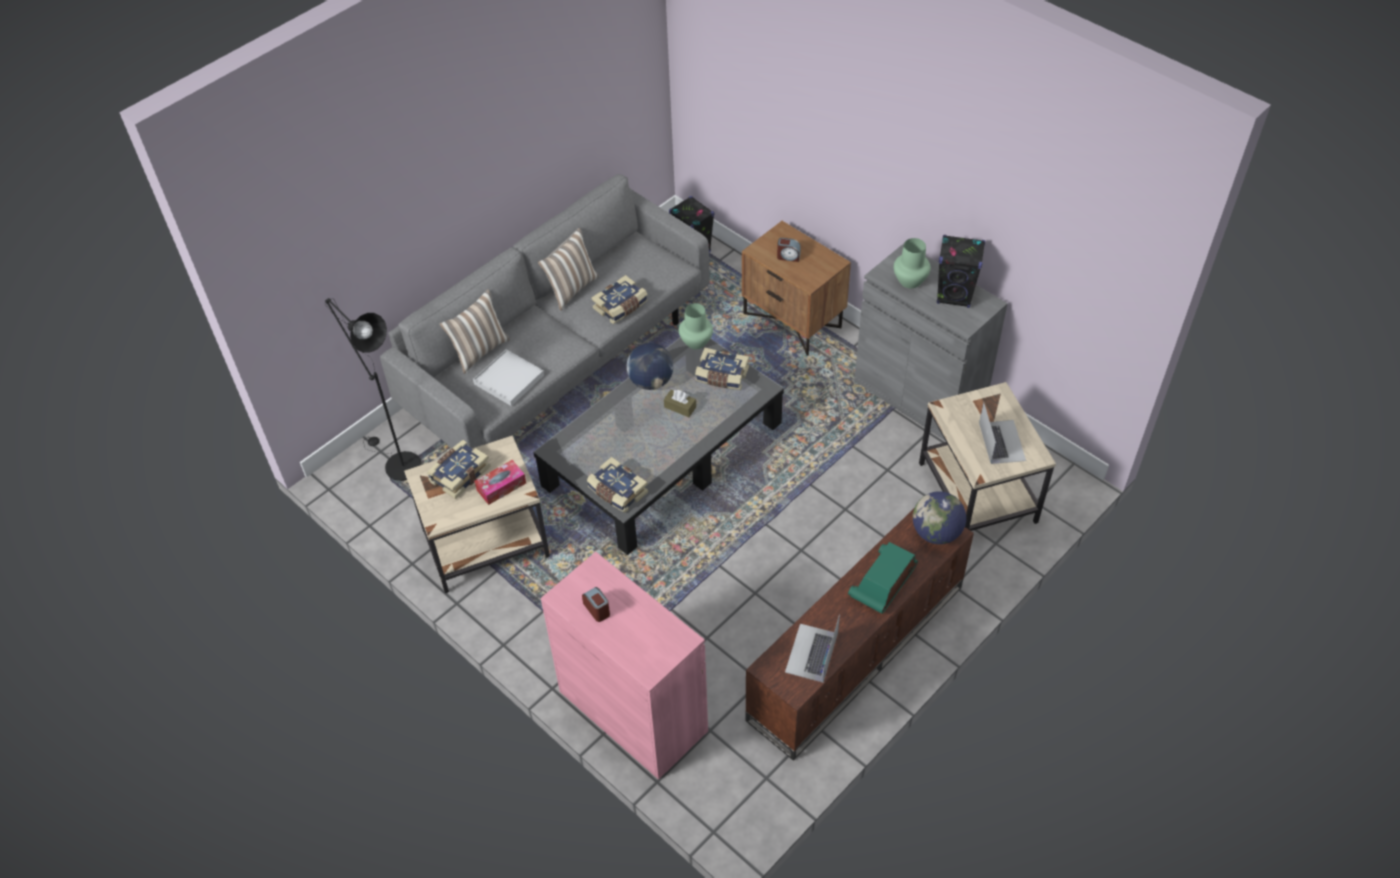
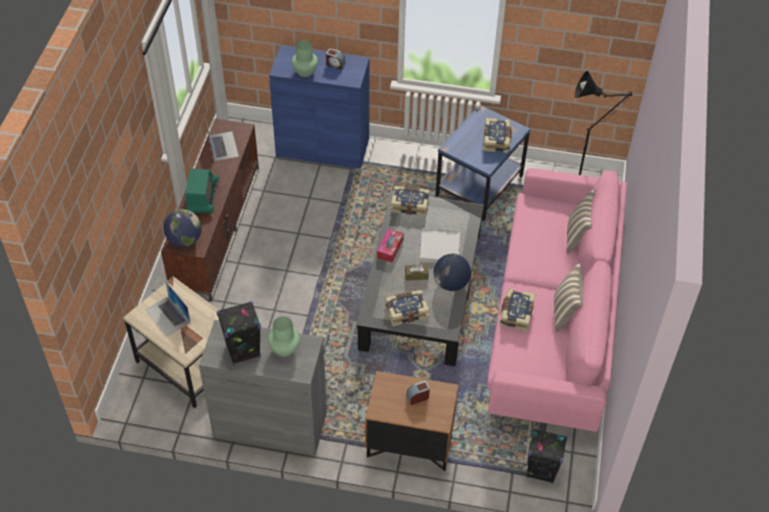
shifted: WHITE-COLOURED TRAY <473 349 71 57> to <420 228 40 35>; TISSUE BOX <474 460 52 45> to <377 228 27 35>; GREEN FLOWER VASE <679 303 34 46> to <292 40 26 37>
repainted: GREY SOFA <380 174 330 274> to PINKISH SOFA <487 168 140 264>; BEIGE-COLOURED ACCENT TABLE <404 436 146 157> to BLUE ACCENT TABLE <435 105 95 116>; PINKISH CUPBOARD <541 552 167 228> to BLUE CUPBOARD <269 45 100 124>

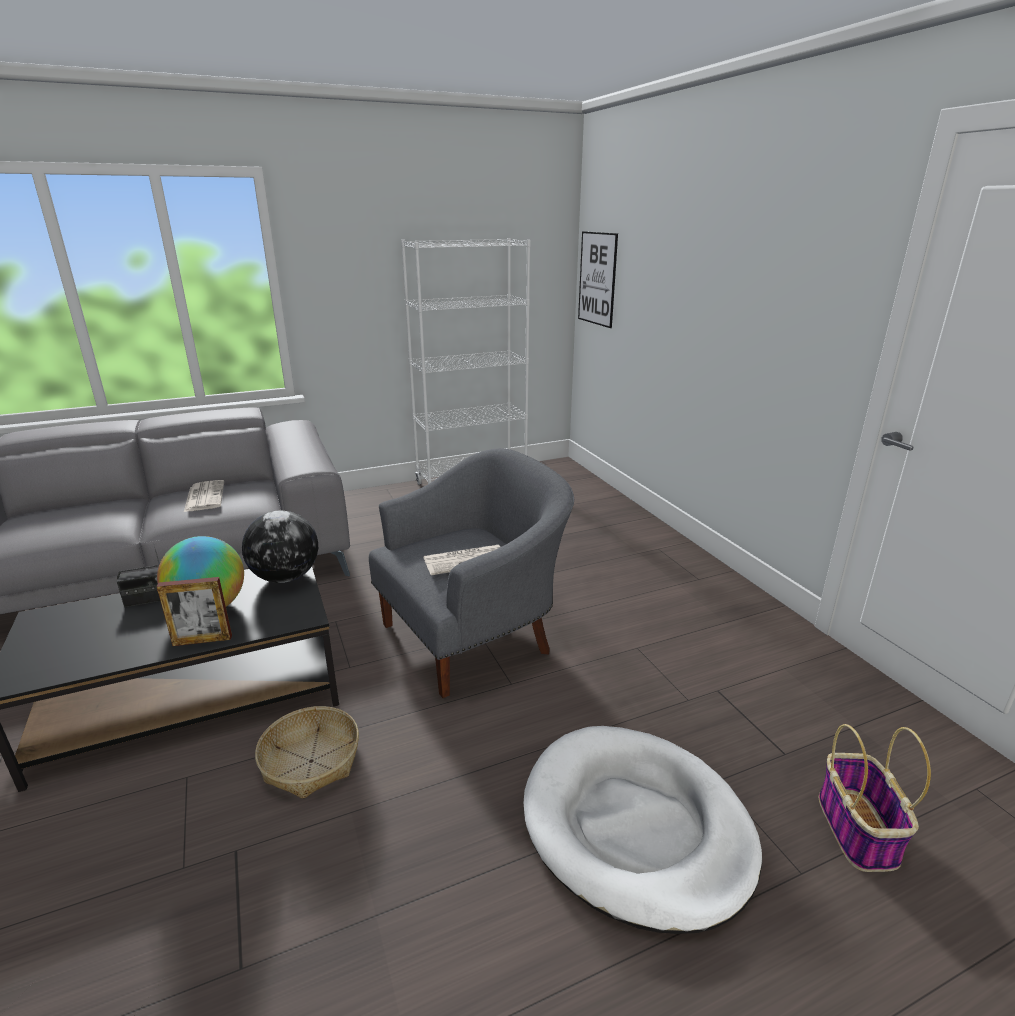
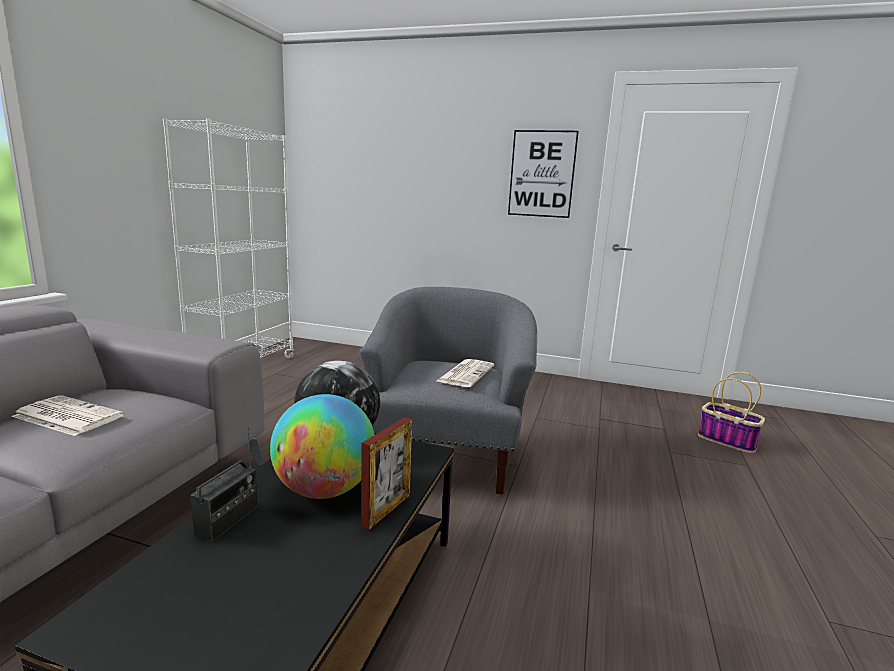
gone: BASKET <255 706 104 93>; WHITE-COLOURED DOG BED <524 726 238 208>
shifted: WALL PICTURE <578 231 40 97> to <508 130 71 88>

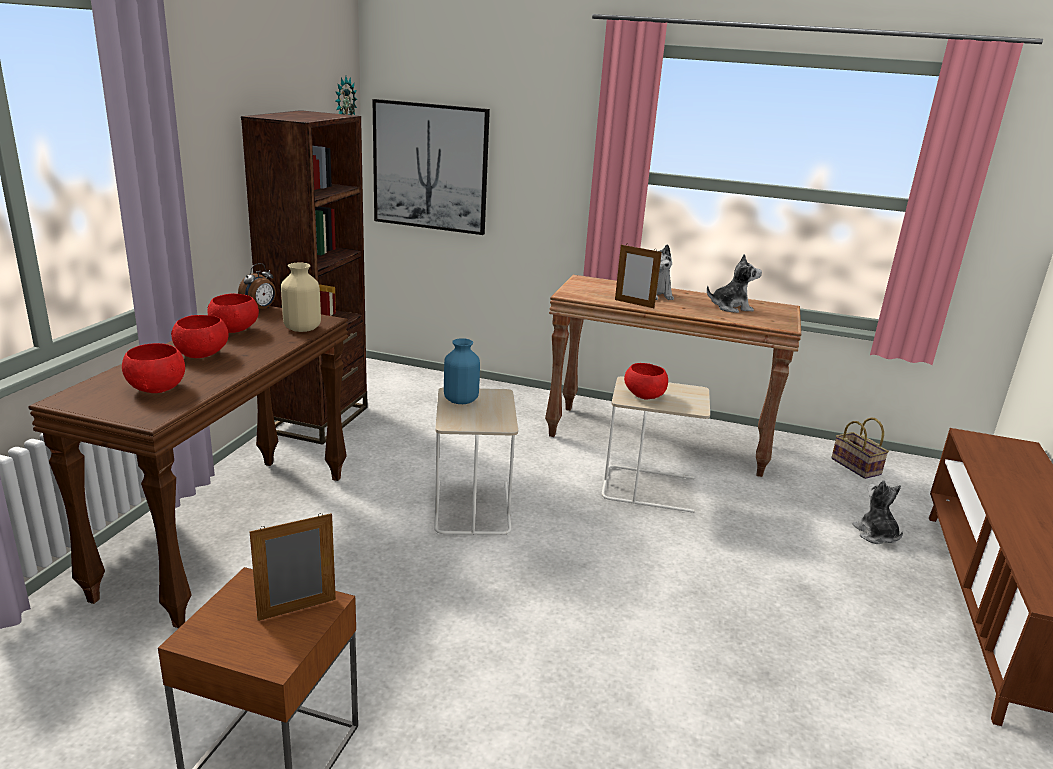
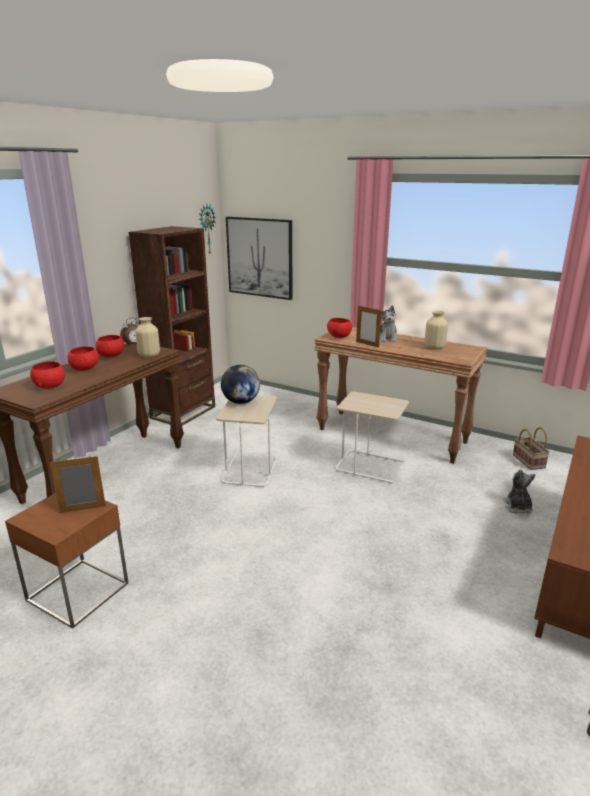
shifted: RED BOWL <624 363 44 36> to <327 318 25 20>
swapped: BLUE FLOWER VASE <444 338 36 66> to DESK GLOBE <221 365 39 39>; SOFT TOY <707 254 55 59> to BEIGE-COLOURED FLOWER VASE <424 311 24 39>

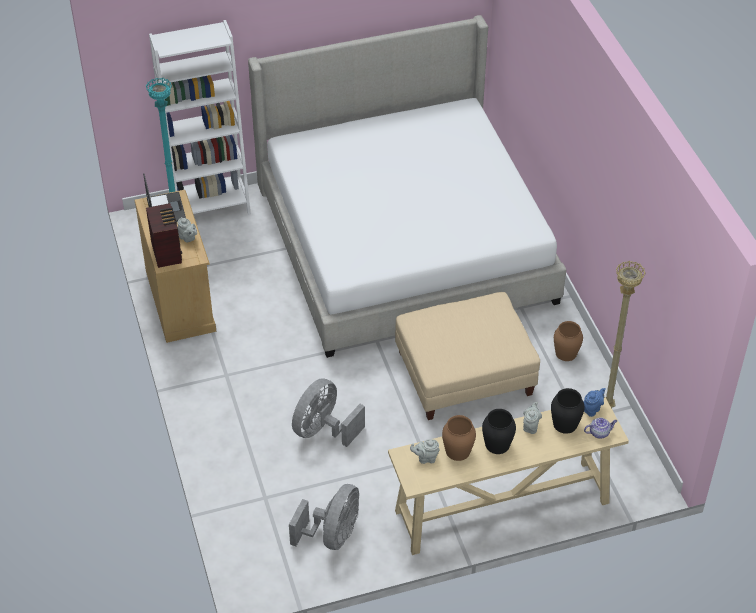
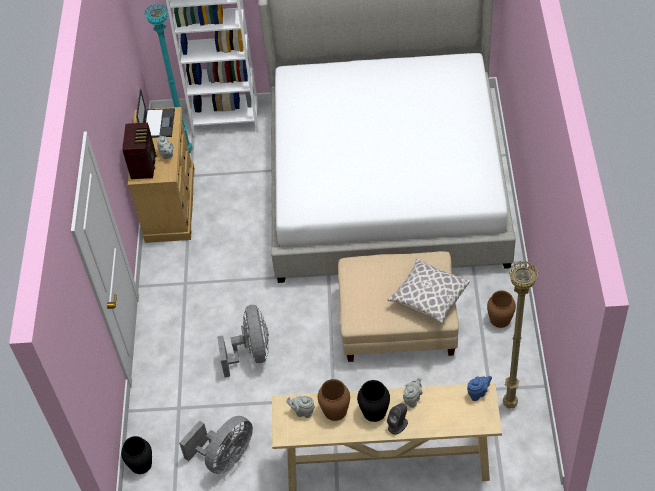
gone: TEAPOT <584 417 33 22>
new: GREY LOUDSPEAKER <387 403 21 32>; PILLOW <388 258 82 66>
shifted: BLACKISH FLOWER VASE <551 388 34 46> to <121 436 31 38>
rotated: GREY FAN <292 378 73 69> = <217 305 52 72> 120 degrees clockwise

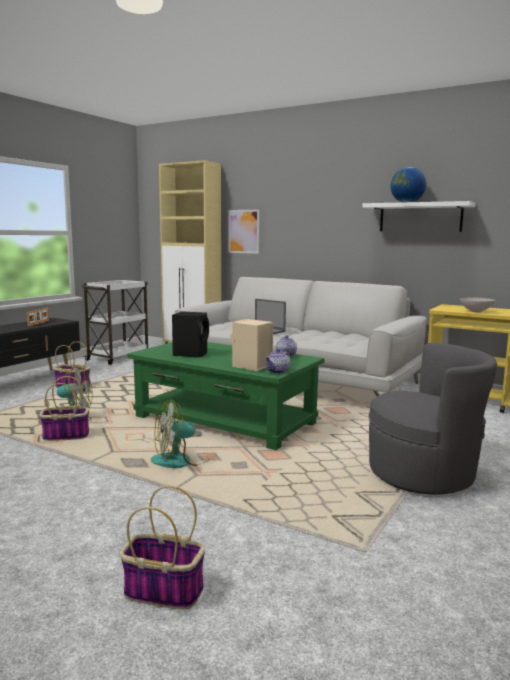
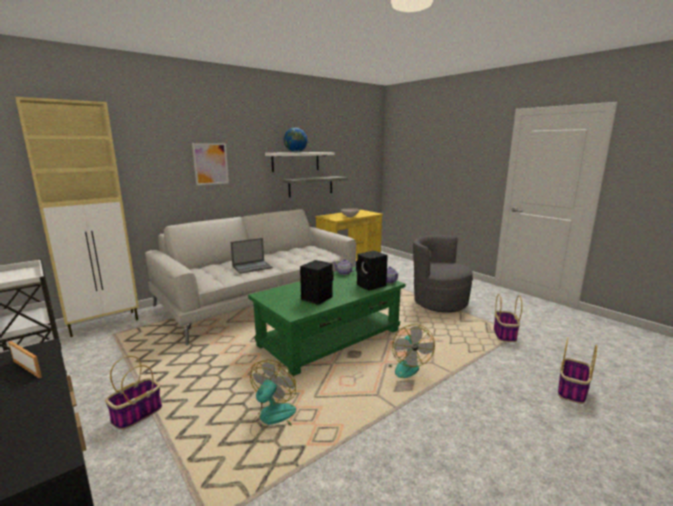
new: GREY WALL SHELF <283 176 65 21>
shifted: BASKET <40 376 49 65> to <494 294 28 48>; WALL PICTURE <229 210 31 44> to <192 143 37 42>
repainted: BEIGE-COLOURED LOUDSPEAKER <231 319 42 52> to BLACKISH LOUDSPEAKER <356 251 32 40>
rotated: GREY ARMCHAIR <369 343 128 152> = <413 235 60 77> 75 degrees counterclockwise

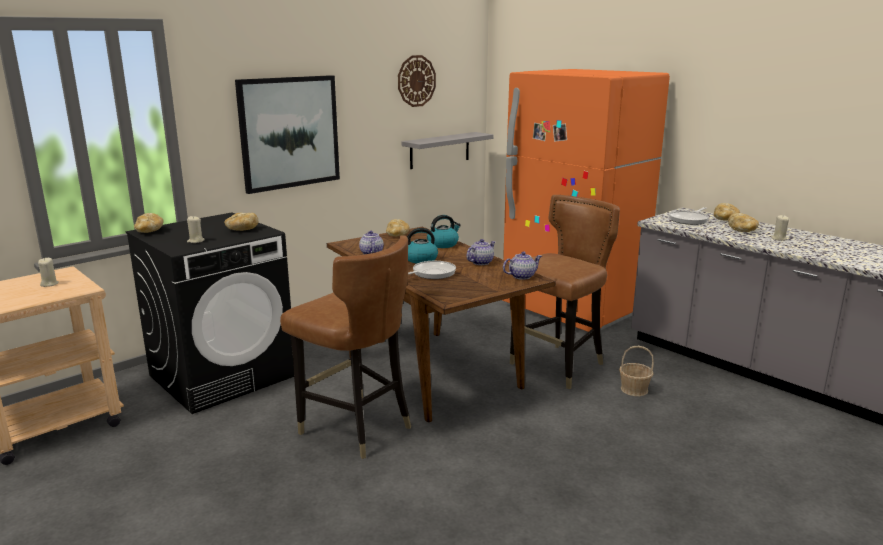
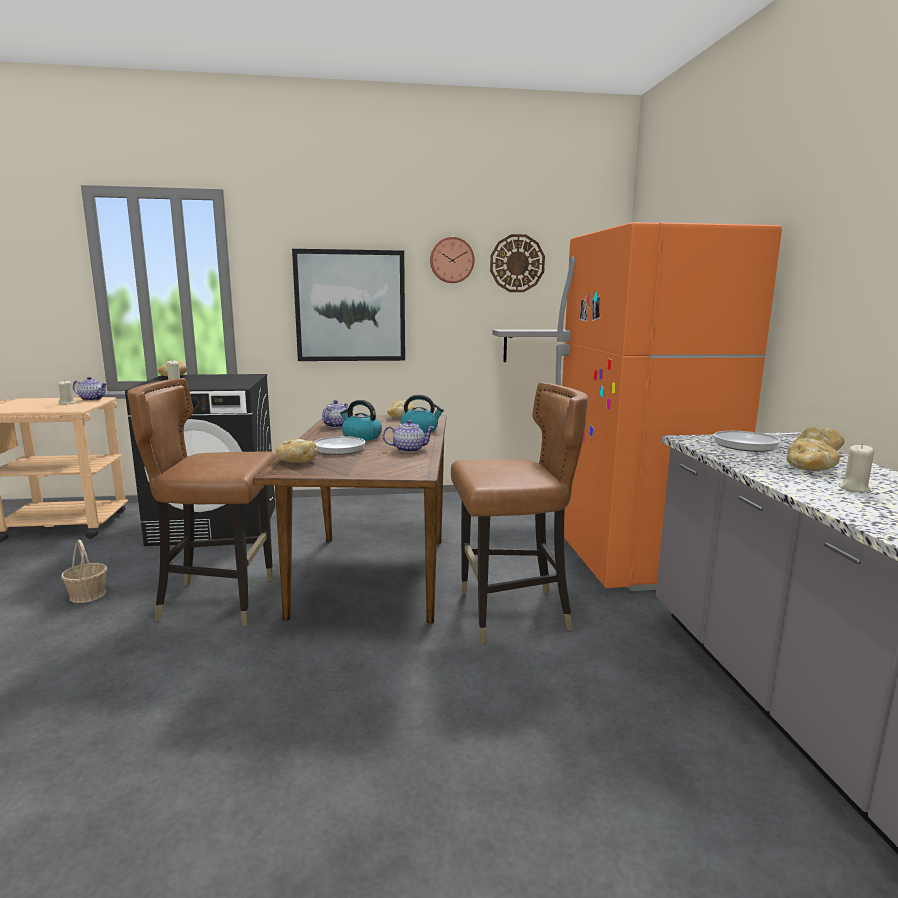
new: HANGING CLOCK <430 237 45 46>
shifted: BAKERY BREAD <224 213 34 18> to <275 439 43 24>; TEAPOT <503 252 39 28> to <73 377 35 24>; BASKET <619 346 35 50> to <61 540 46 63>
rotated: BROWN PLAIN CHAIR <280 235 131 224> = <127 378 150 248> 105 degrees clockwise

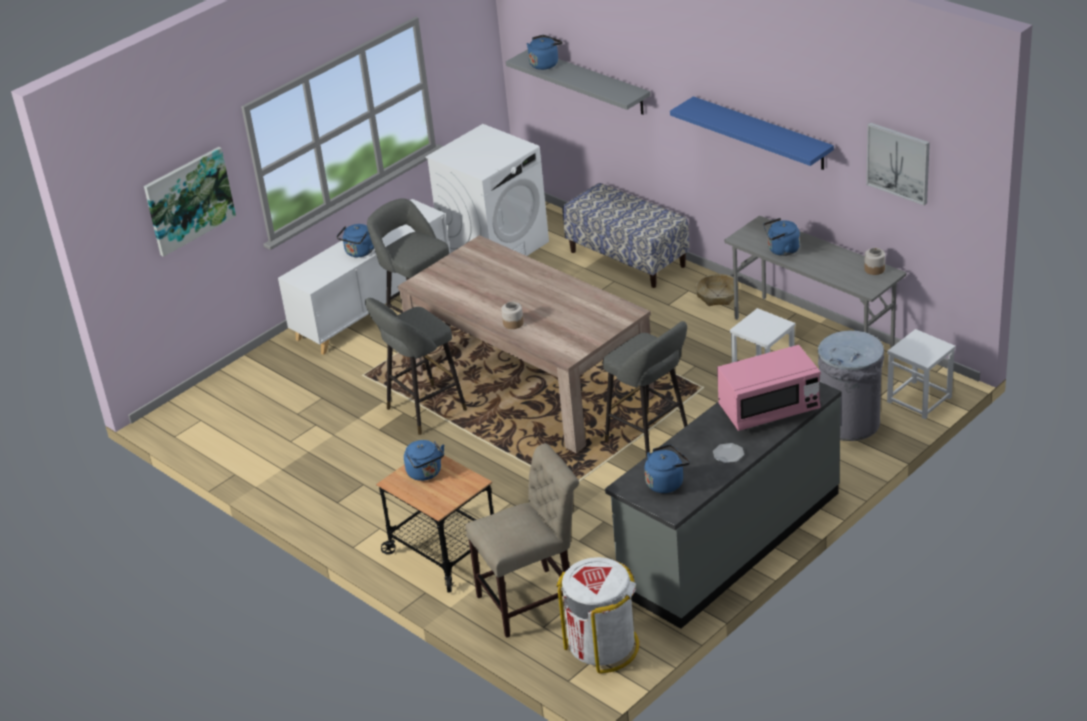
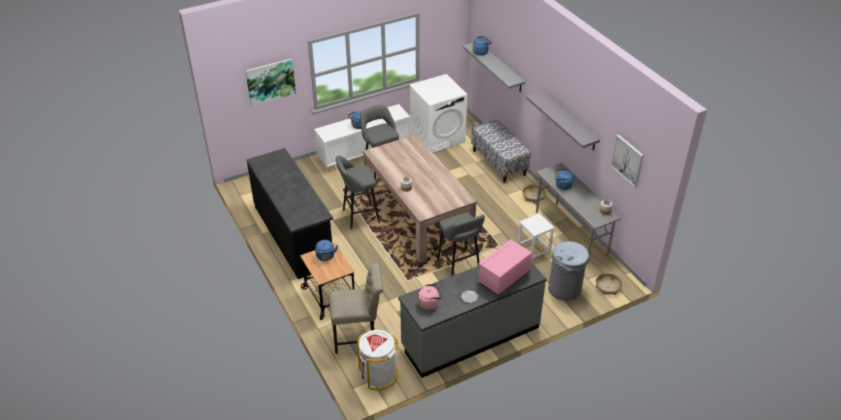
new: BLACKISH KITCHEN COUNTER <247 148 86 131>
swapped: WHITE-COLOURED STOOL SEAT <887 329 69 90> to BASKET <596 273 26 22>
repainted: BLUE KETTLE <645 444 45 49> to PINKISH KETTLE <418 284 24 26>; BLUE WALL SHELF <670 96 164 74> to GREY WALL SHELF <526 91 74 60>
rotated: PINKISH MICROWAVE OVEN <717 345 104 86> = <477 239 55 57> 135 degrees clockwise

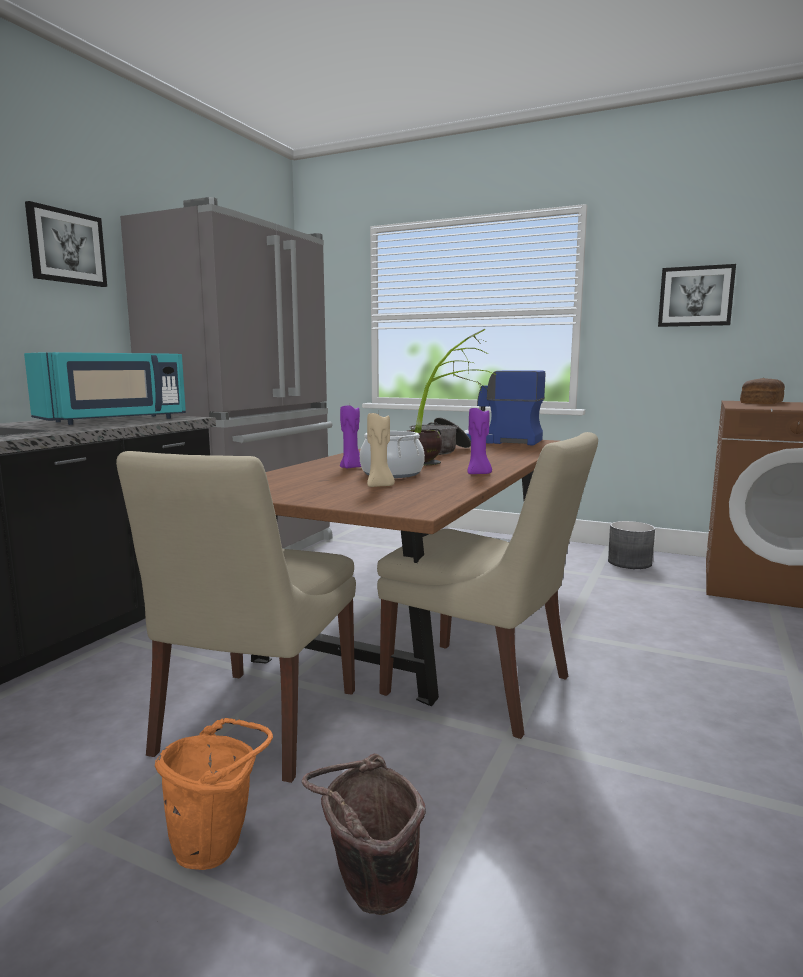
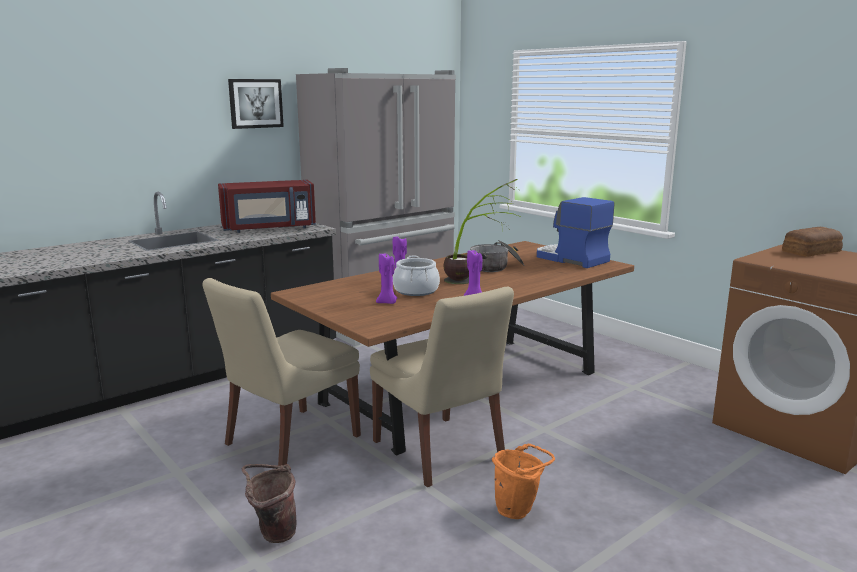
gone: GREY FLOWER POT <608 521 47 48>; WALL PICTURE <658 264 78 63>
shifted: ORANGE PAIL <155 718 118 152> to <492 444 63 75>
repainted: TURQUOISE MICROWAVE OVEN <24 352 162 73> to RED MICROWAVE OVEN <218 180 98 53>; BEIGE-COLOURED WAX CANDLE <367 412 28 75> to PURPLE WAX CANDLE <376 252 21 52>

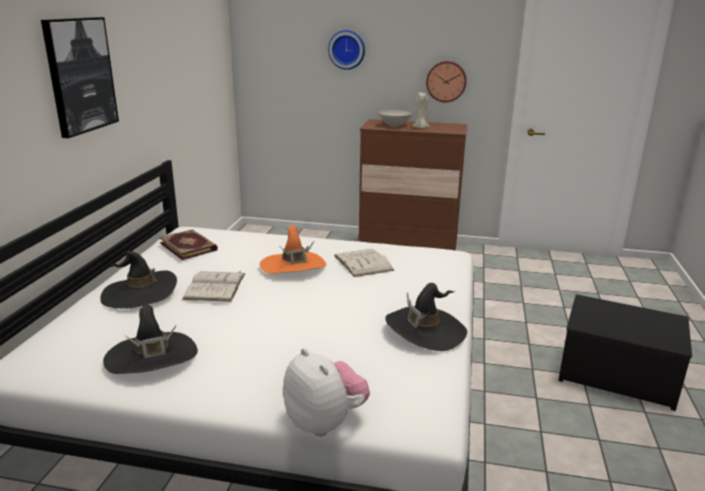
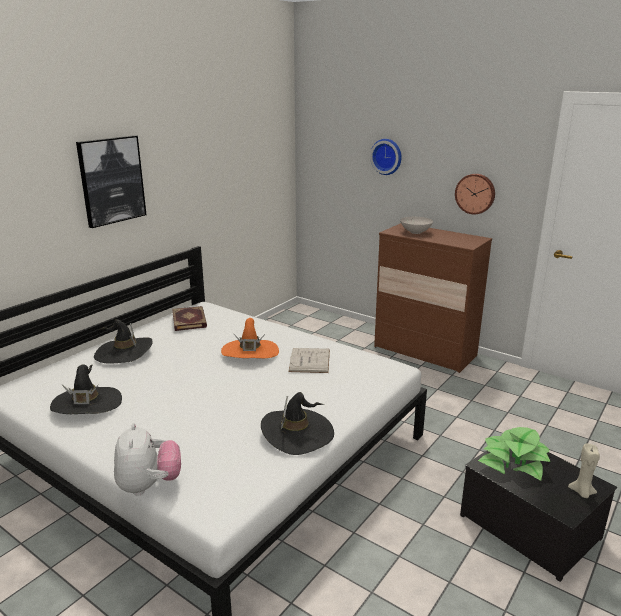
gone: WHITE-COLOURED VOLUME <182 271 63 31>
new: POTTED PLANT <478 427 72 54>
shifted: BEIGE-COLOURED WAX CANDLE <412 92 17 37> to <568 444 32 54>

